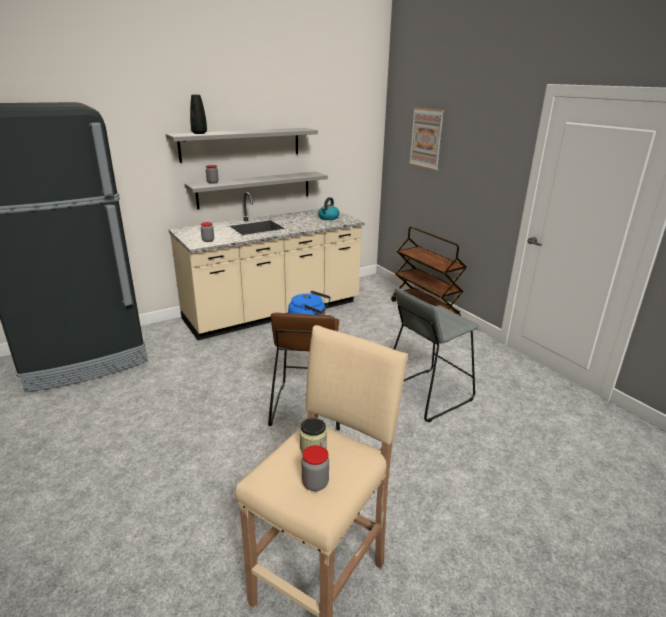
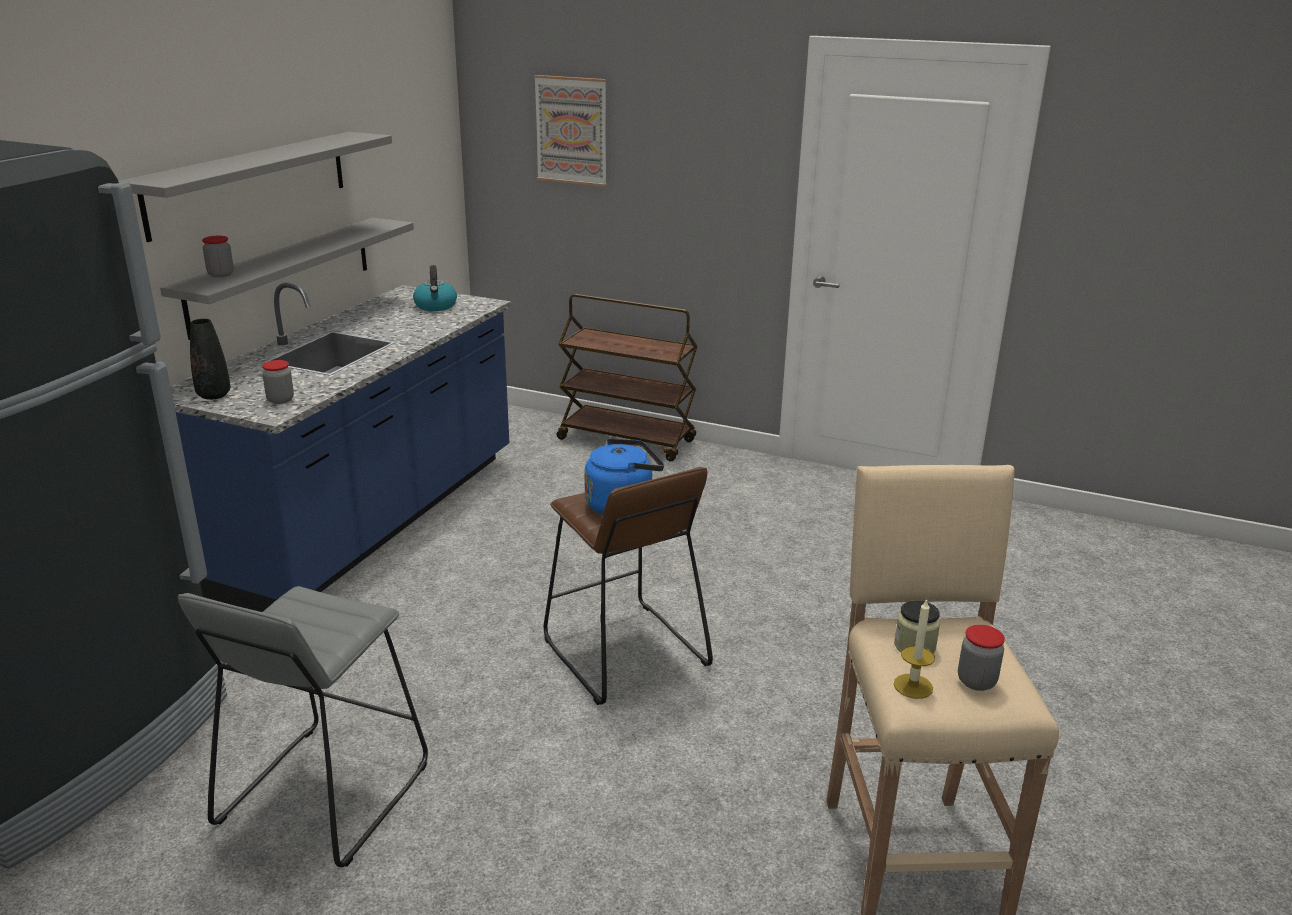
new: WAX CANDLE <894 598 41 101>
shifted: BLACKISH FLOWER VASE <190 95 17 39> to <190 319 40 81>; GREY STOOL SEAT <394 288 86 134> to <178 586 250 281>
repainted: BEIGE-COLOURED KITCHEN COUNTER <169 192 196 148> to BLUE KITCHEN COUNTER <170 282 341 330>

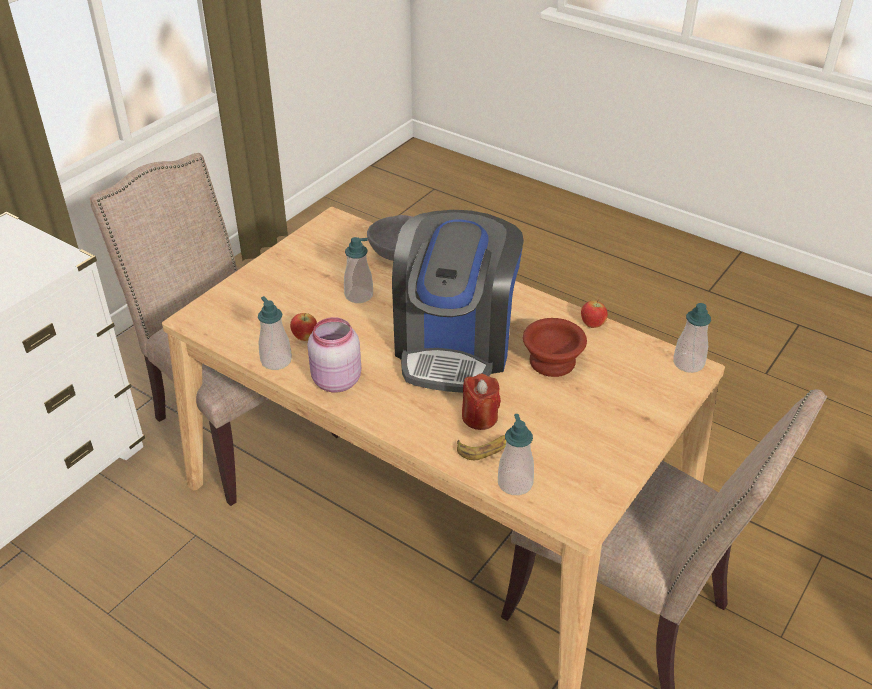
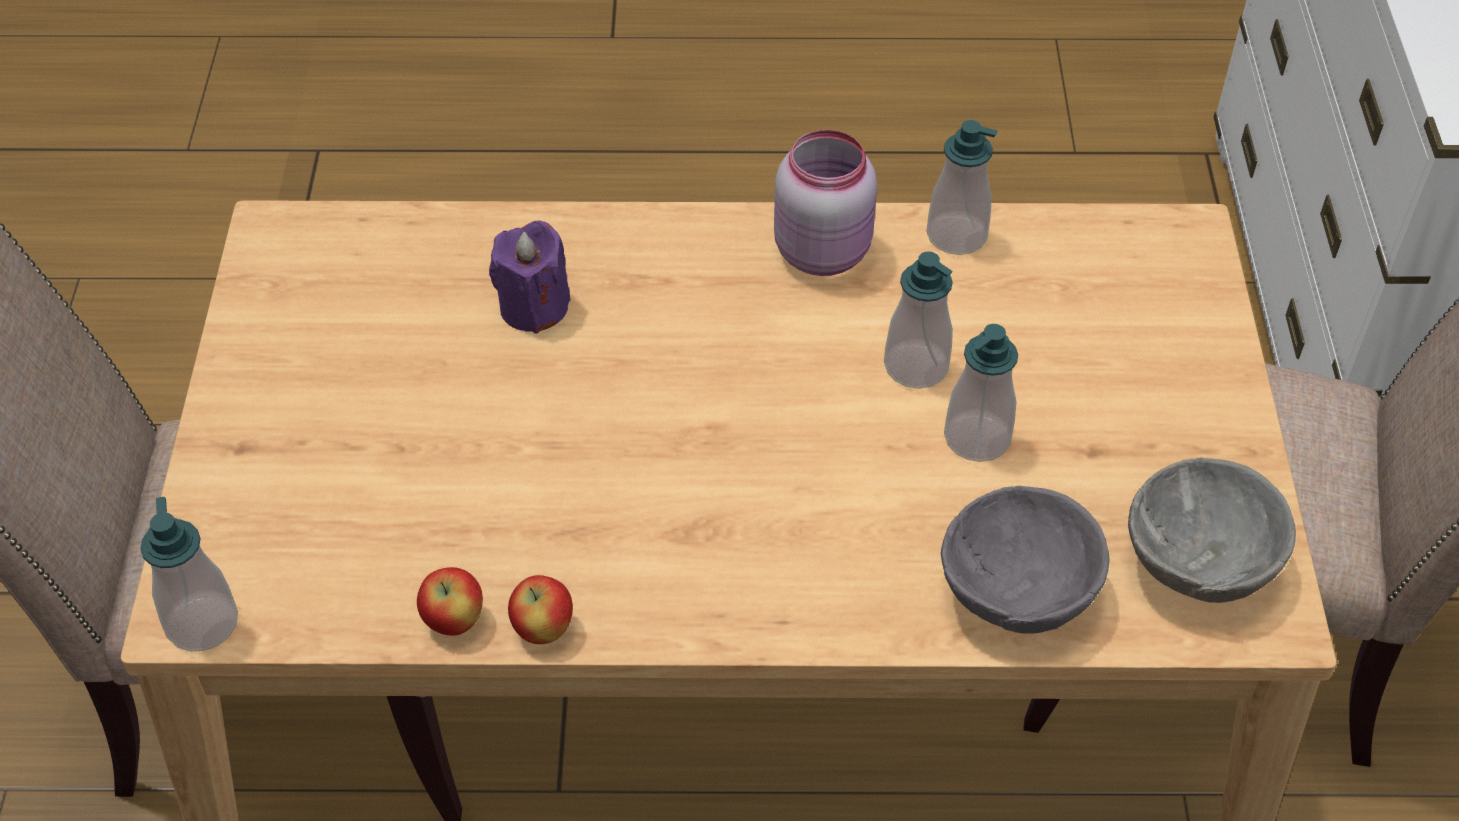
gone: COFFEE BREWER <392 210 132 183>; BANANA FRUIT <457 435 49 25>; BROWN BOWL <523 318 64 59>
new: GREY BOWL <1128 458 168 145>
shifted: APPLE FRUIT <290 313 27 28> to <508 575 65 69>; LIQUID SOAP BOTTLE <498 414 36 81> to <884 251 69 138>
repainted: RED WAX CANDLE <462 374 39 56> to PURPLE WAX CANDLE <489 221 81 113>

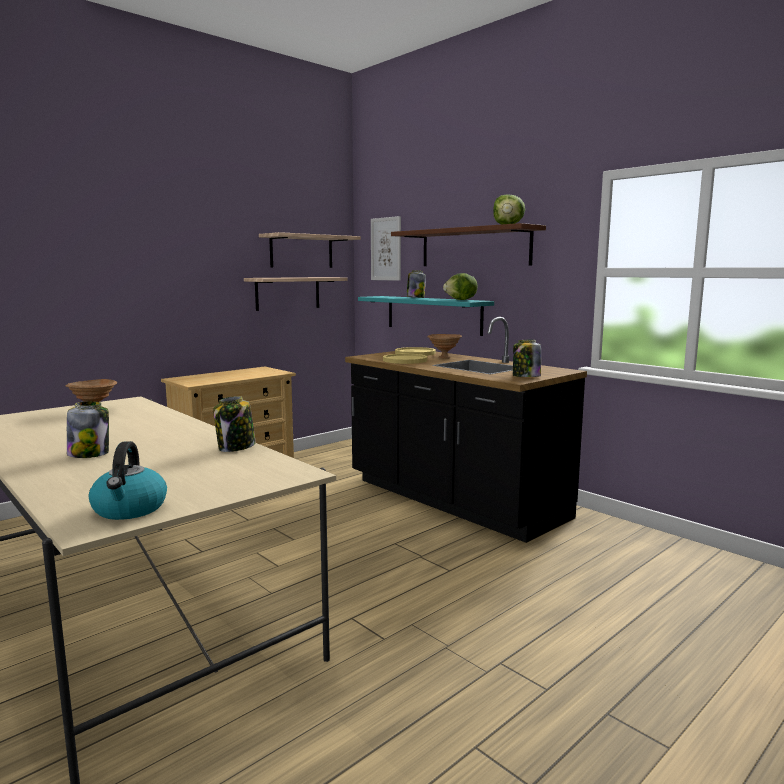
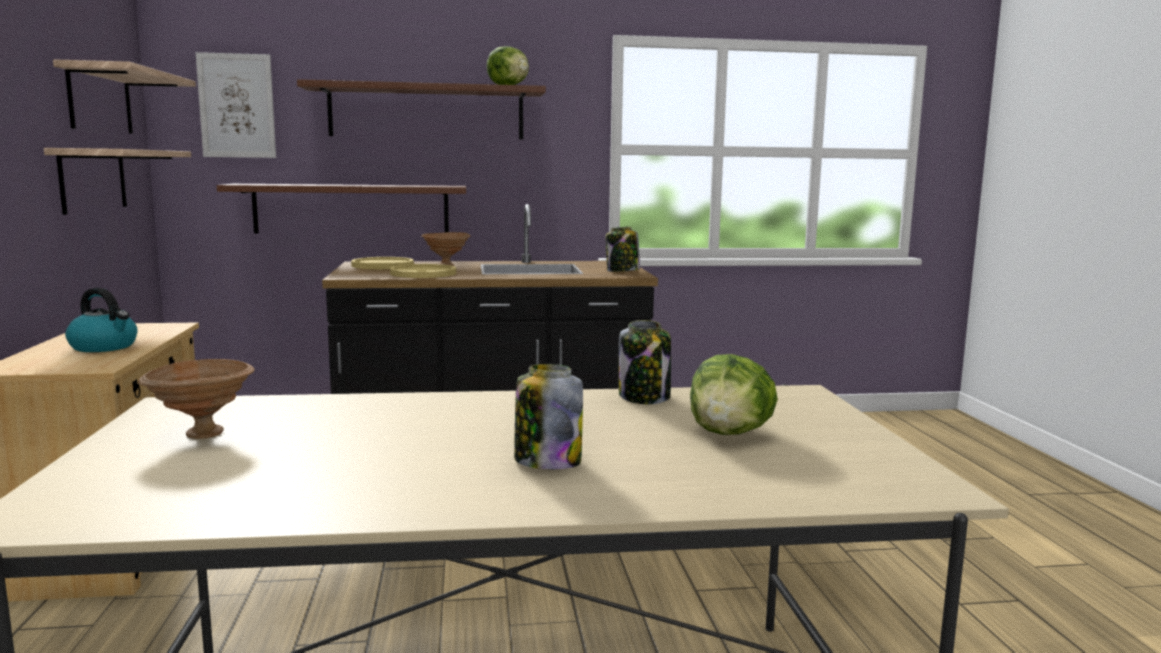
gone: STORAGE JAR <407 270 19 28>
shifted: KETTLE <89 441 78 79> to <65 288 73 64>; LETTUCE HEAD <443 273 34 27> to <690 354 88 81>
repainted: TURQUOISE WALL SHELF <358 296 136 40> to BROWN WALL SHELF <217 184 249 50>

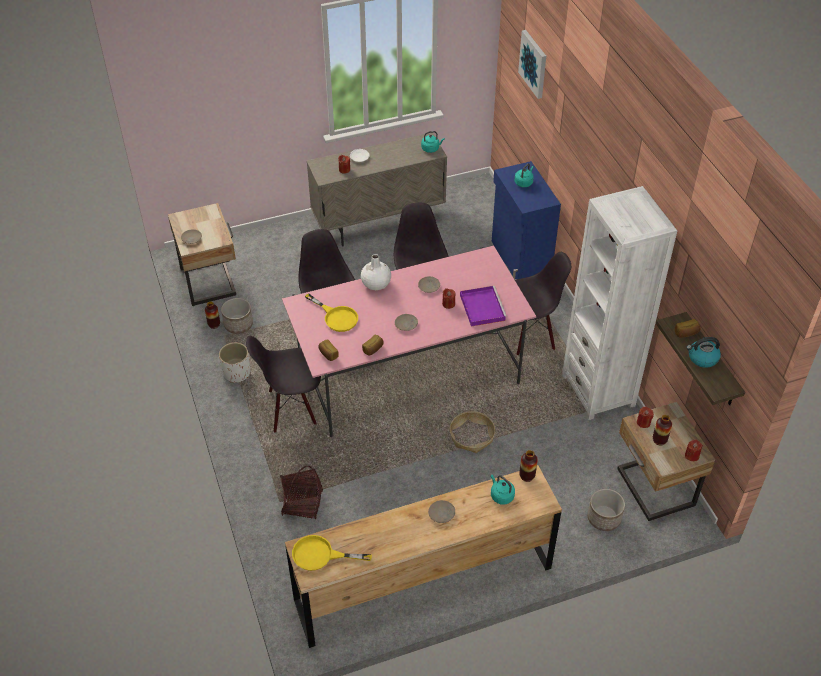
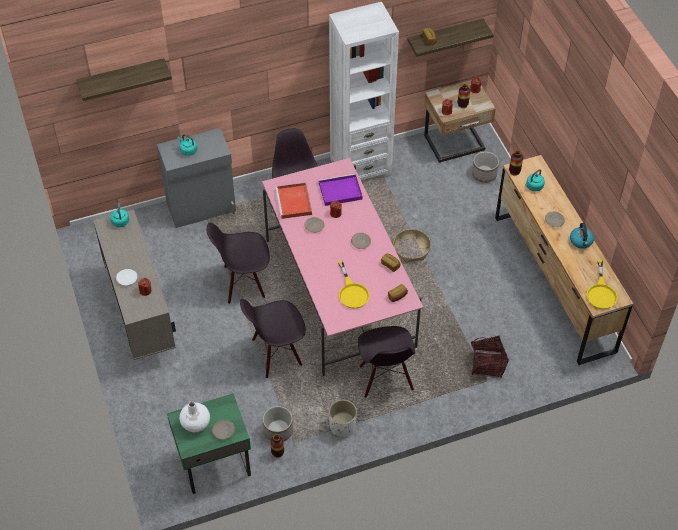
new: RED TRAY <275 183 37 36>
shifted: WHITE-COLOURED FLOWER VASE <361 254 30 36> to <179 401 31 31>; KETTLE <686 337 35 31> to <570 223 24 26>
swapped: WALL PICTURE <518 30 28 69> to WALL SHELF <76 58 96 43>
repainted: BEIGE-COLOURED NIGHT TABLE <168 203 68 103> to GREEN NIGHT TABLE <167 393 84 101>; BLUE CUPBOARD <492 161 69 119> to GREY CUPBOARD <157 128 79 100>
rotated: YELLOW PAN <305 293 53 39> = <338 261 32 48> 120 degrees clockwise

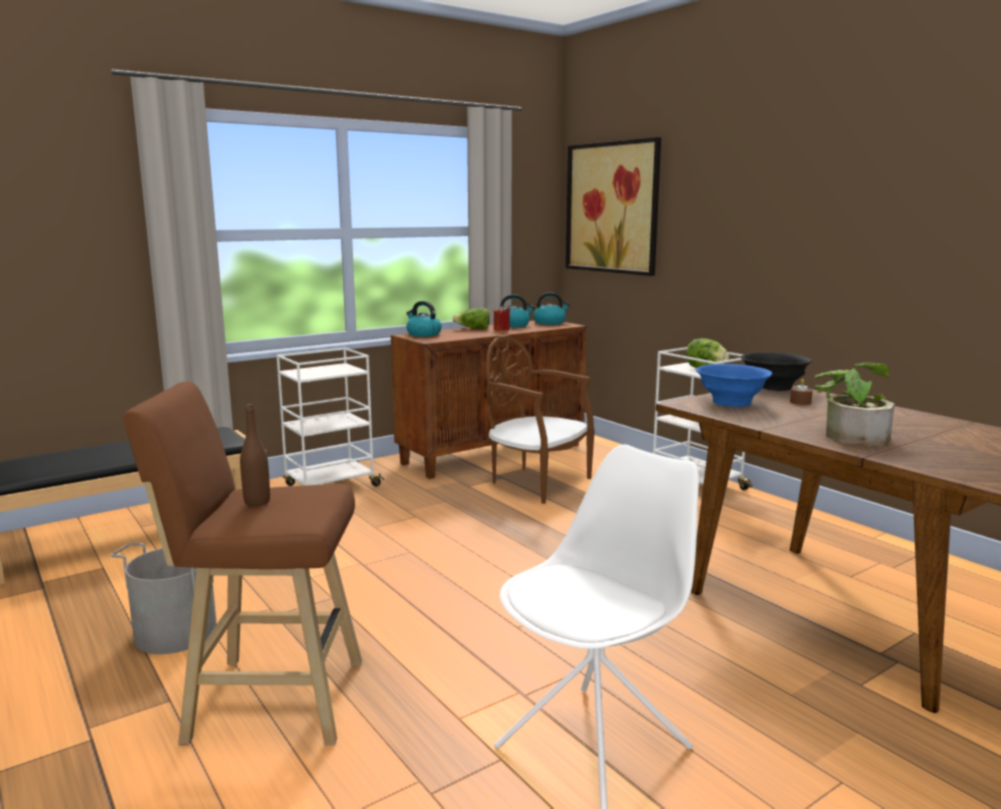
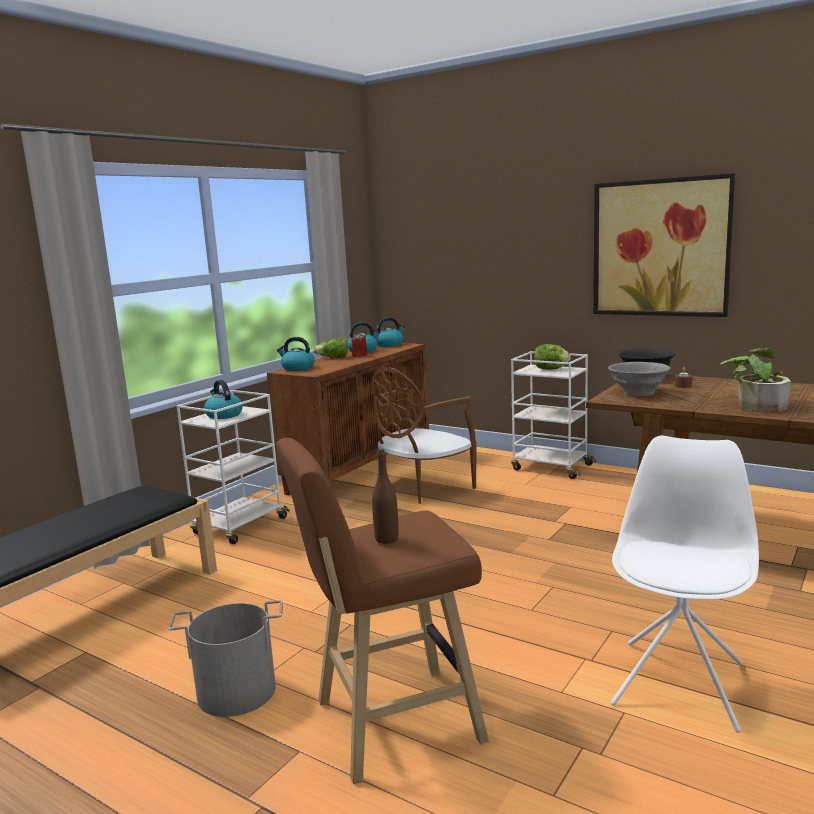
new: KETTLE <204 380 39 39>
shifted: WALL PICTURE <566 137 95 139> to <593 173 142 144>
repainted: BLUE BOWL <696 364 76 43> to GREY BOWL <608 362 62 34>
rotated: BROWN PLAIN CHAIR <487 335 108 169> = <372 367 105 137> 60 degrees counterclockwise

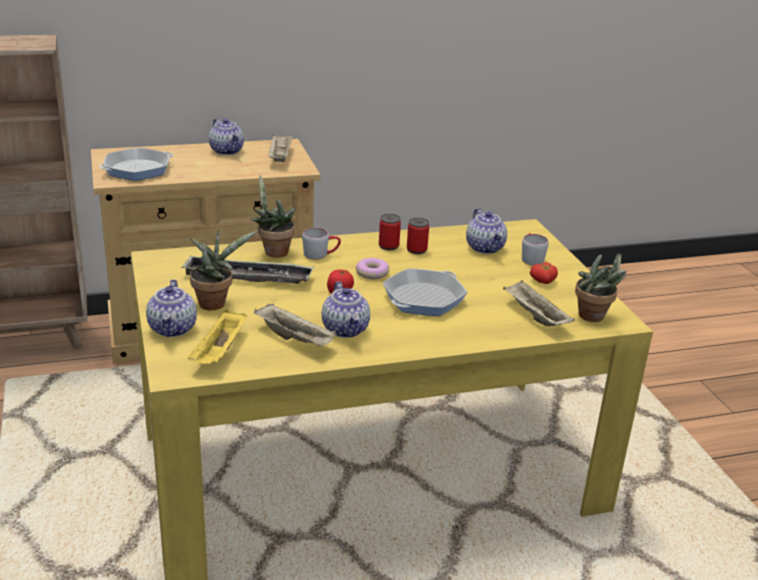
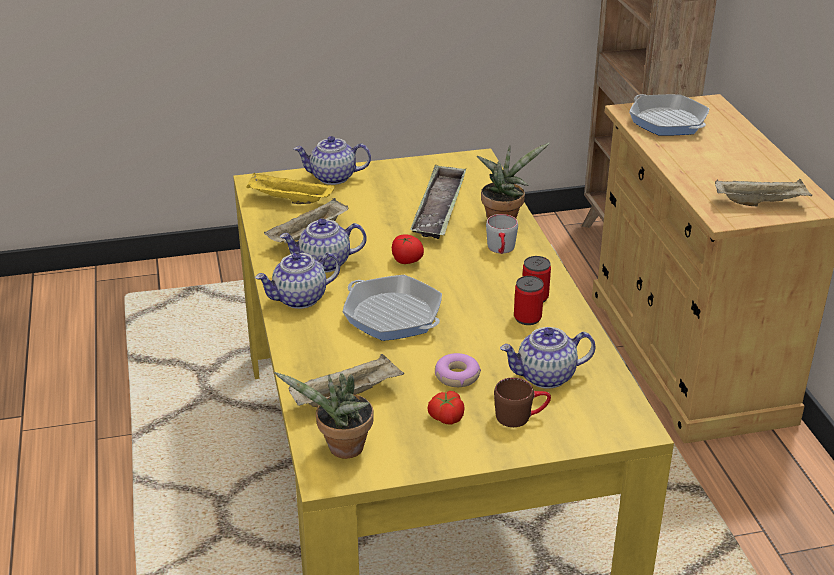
gone: POTTED PLANT <190 230 68 80>
shifted: TEAPOT <209 118 35 37> to <255 252 85 57>; RING DOUGHNUT <356 258 33 21> to <435 353 46 34>
repainted: GREY MUG <522 233 27 32> to BROWN MUG <494 377 57 50>

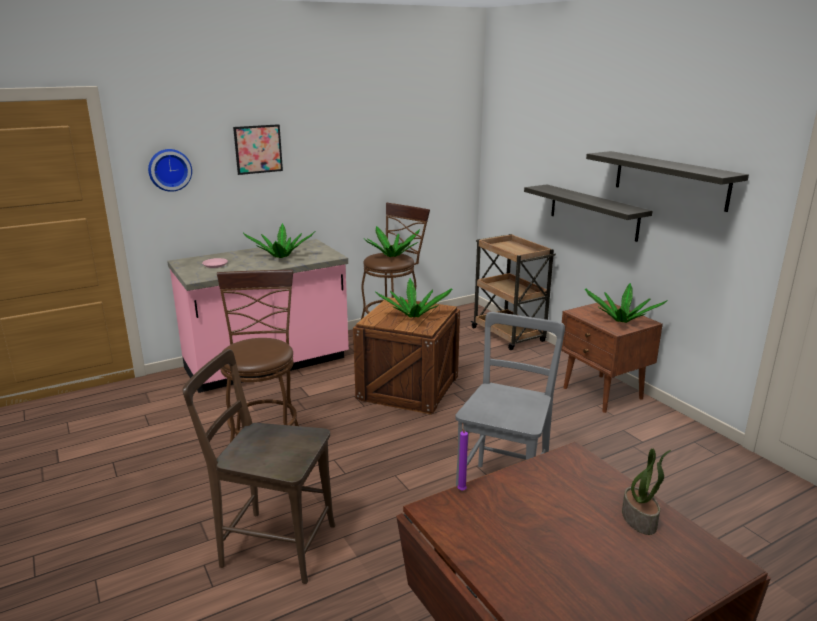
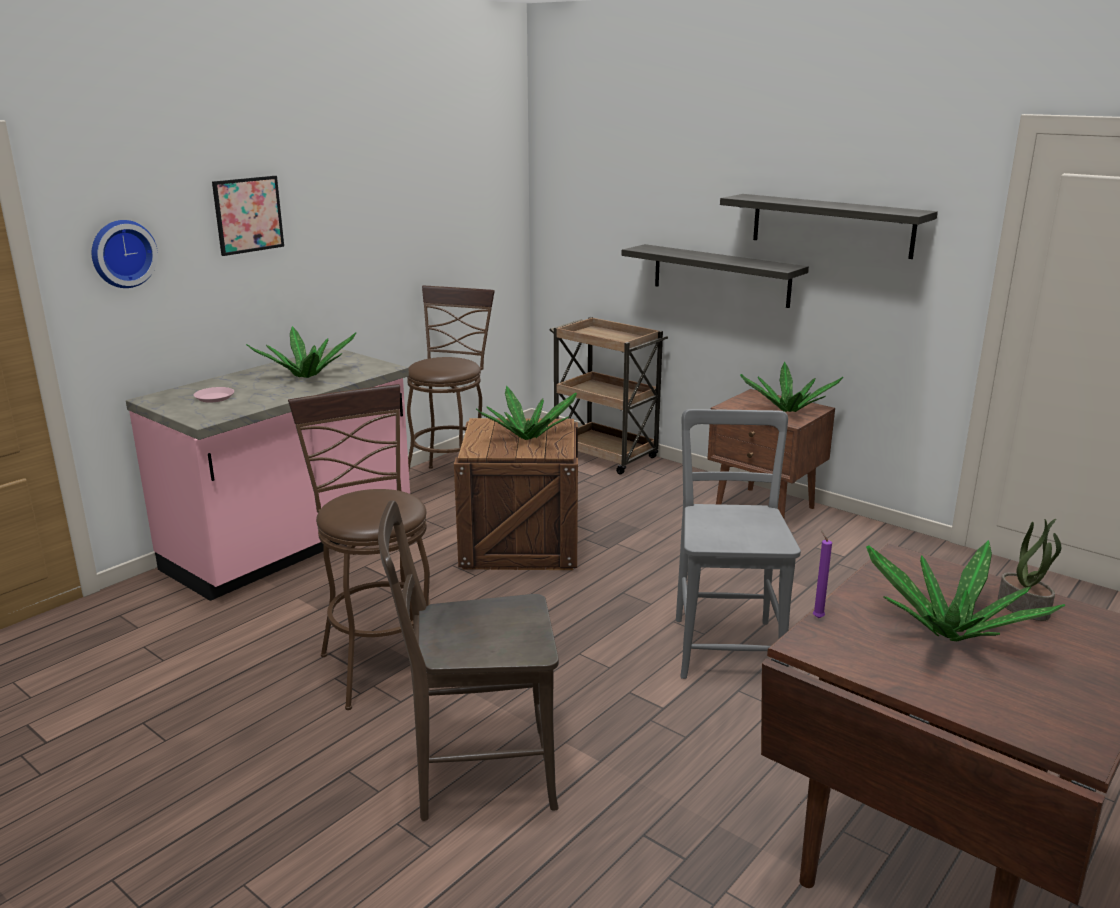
shifted: POTTED PLANT <364 226 56 31> to <866 540 200 101>

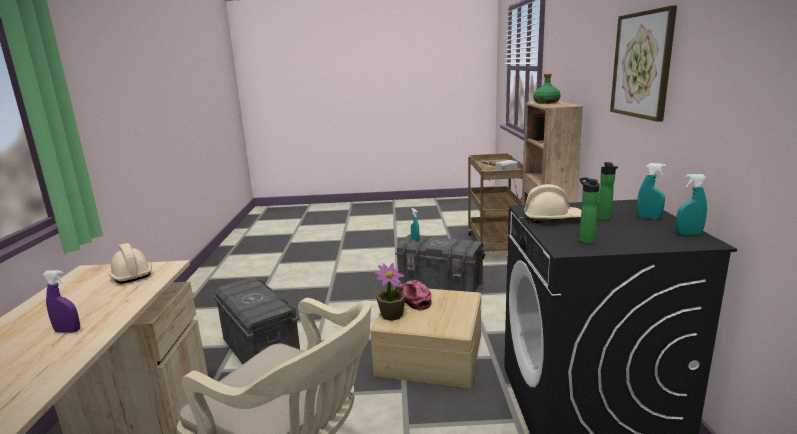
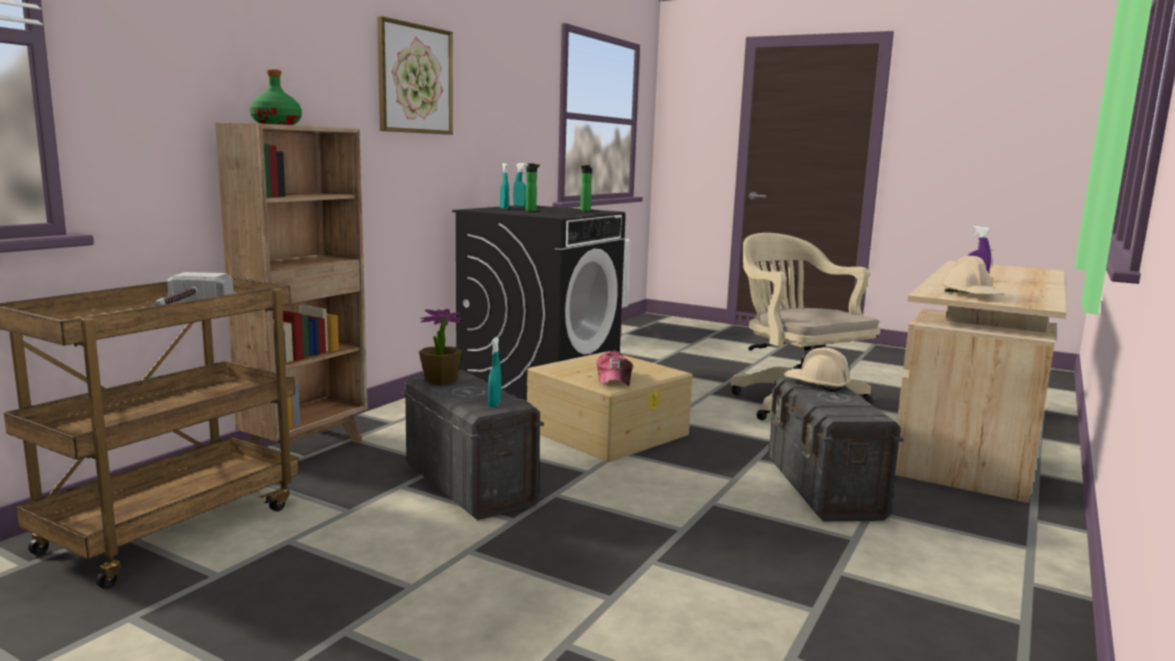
shifted: POTTED PLANT <375 263 31 58> to <419 309 43 76>; BEIGE-COLOURED WORK HELMET <524 184 57 39> to <783 347 68 45>

